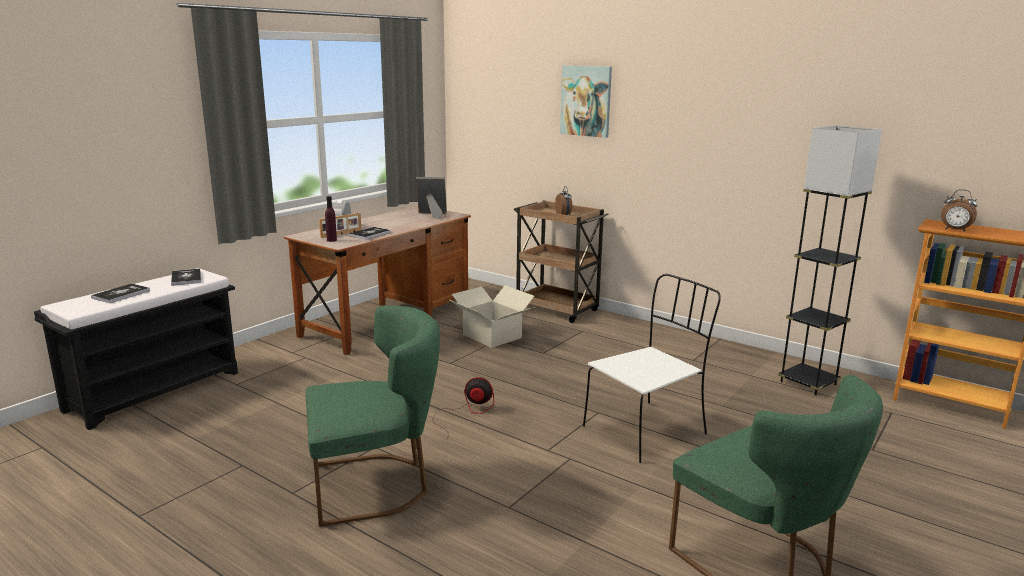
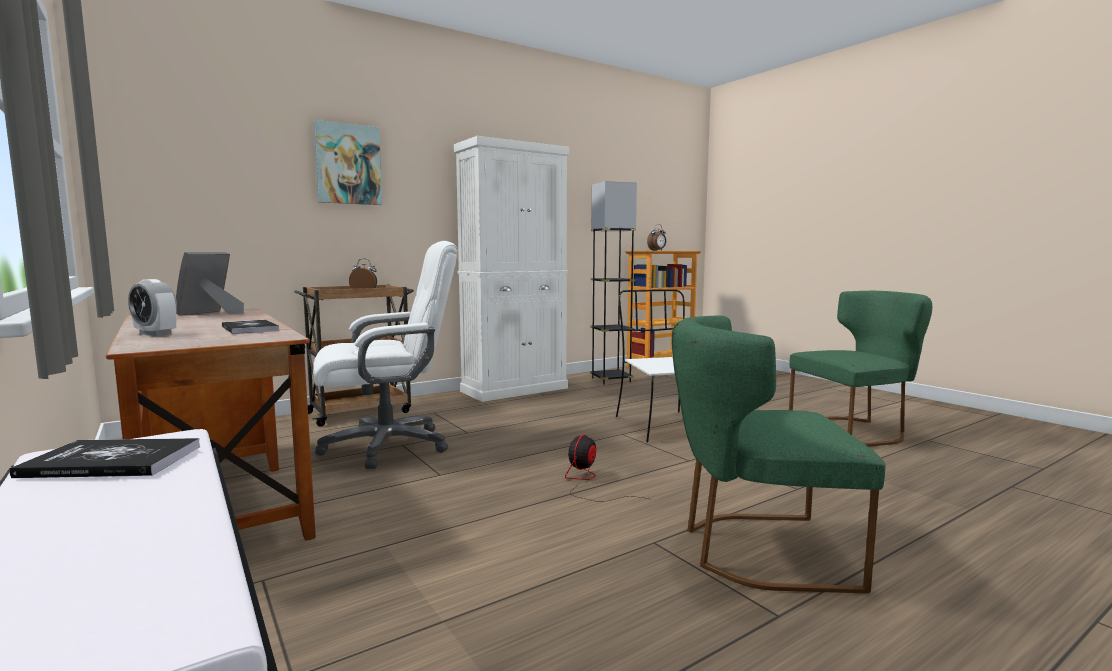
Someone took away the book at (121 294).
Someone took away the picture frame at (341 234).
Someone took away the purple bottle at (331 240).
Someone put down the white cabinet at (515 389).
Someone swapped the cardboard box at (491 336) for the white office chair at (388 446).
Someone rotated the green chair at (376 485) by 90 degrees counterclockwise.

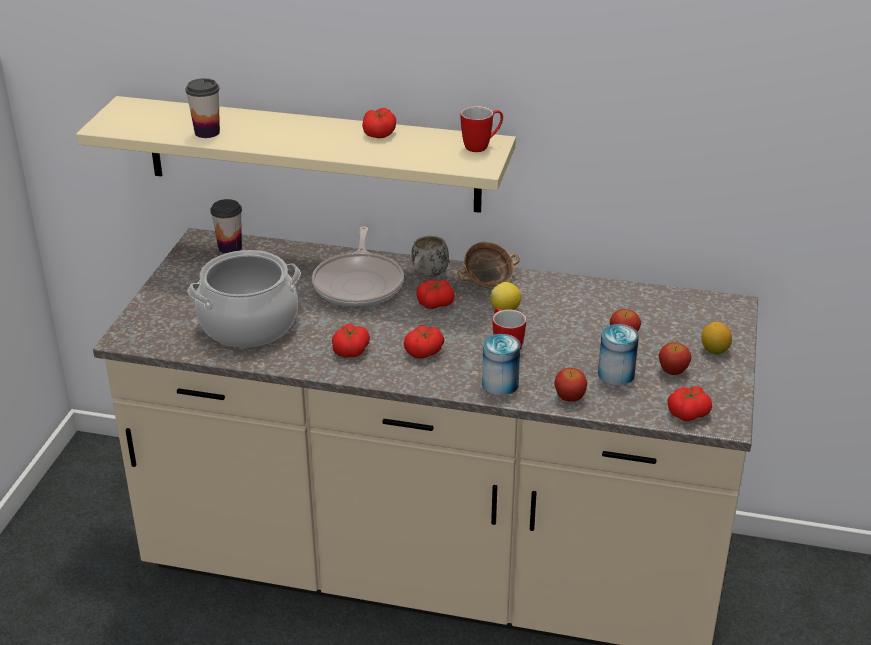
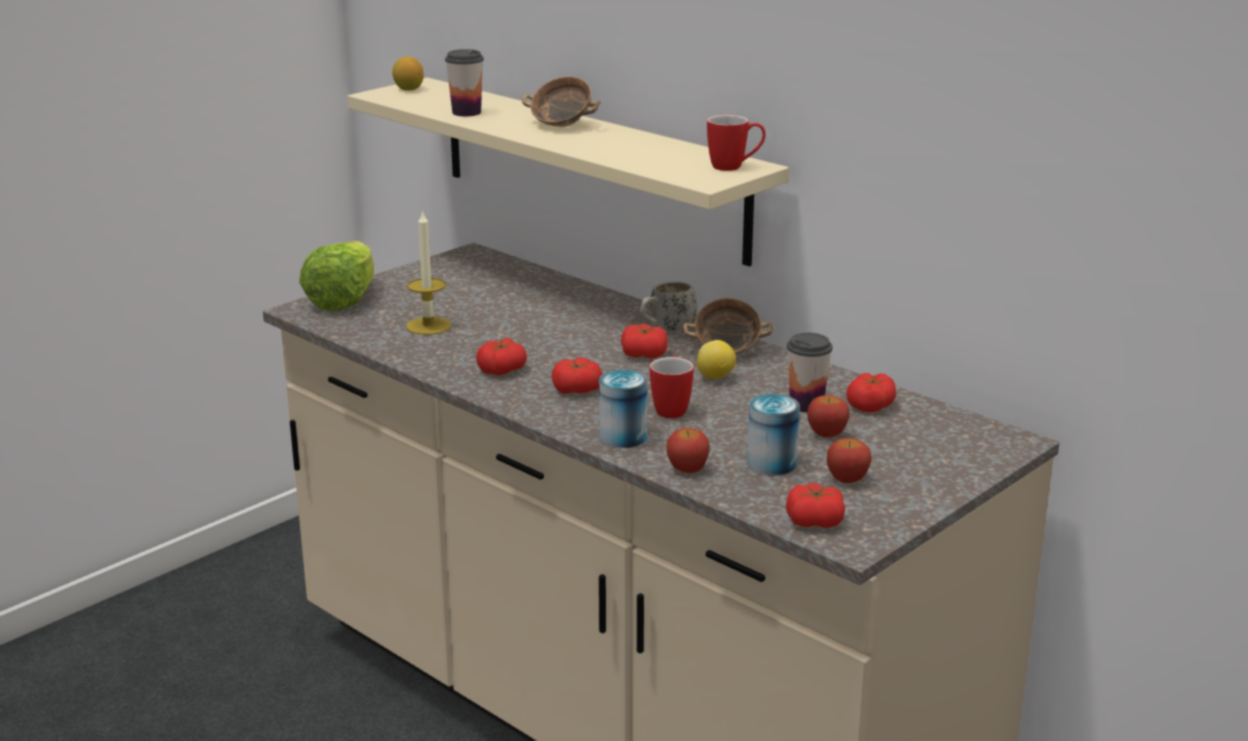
Someone took away the frying pan at (359 284).
Someone put down the lettuce at (343 300).
Someone put down the bowl at (561 125).
Someone carried the cup from (230 248) to (806 405).
Someone carried the tomato from (379 133) to (871 406).
Someone carried the lemon from (714 350) to (408 89).
Someone swapped the cooking pot at (249 324) for the candle at (428 326).

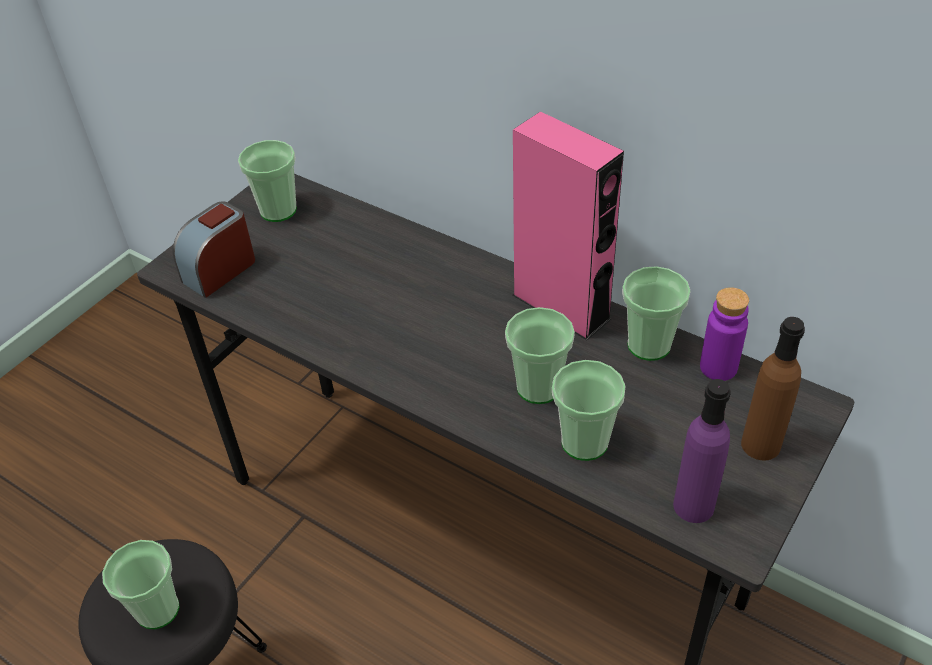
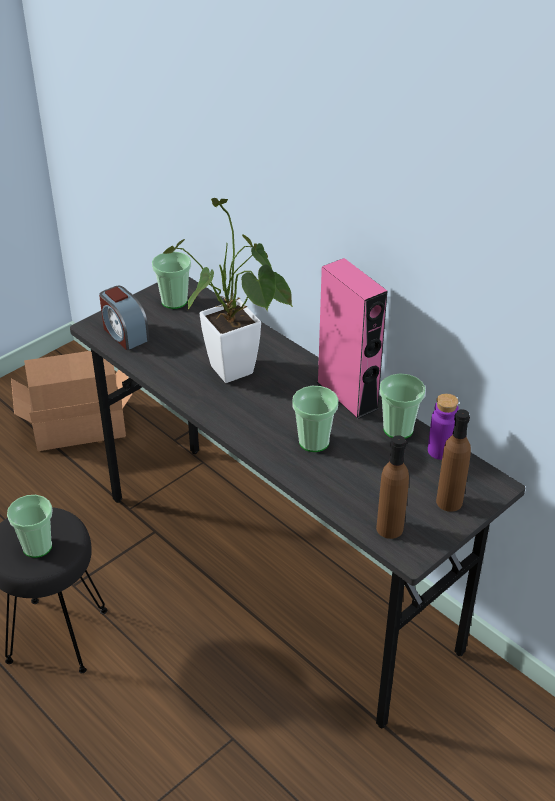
Someone took away the cup at (584 442).
Someone put down the cardboard box at (76 423).
Someone put down the potted plant at (236 376).
Someone repainted the purple bottle at (693 506), which became the brown bottle at (389 528).
Someone rotated the alarm clock at (220 270) by 90 degrees counterclockwise.

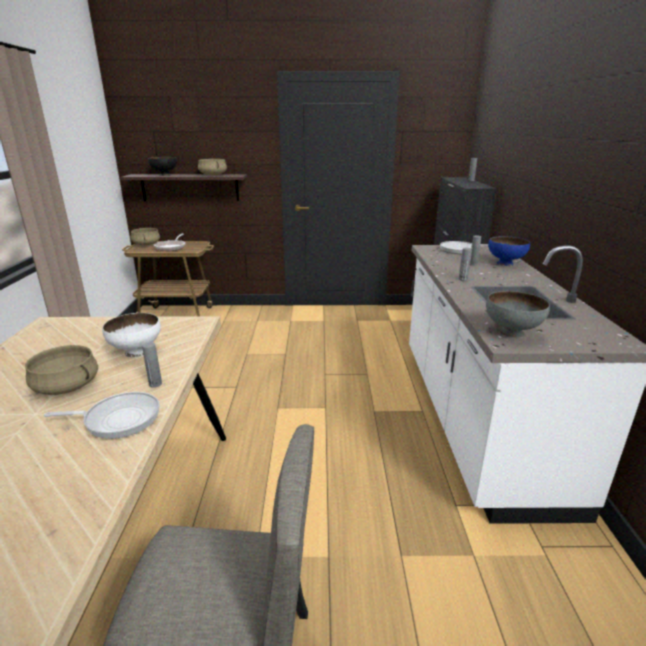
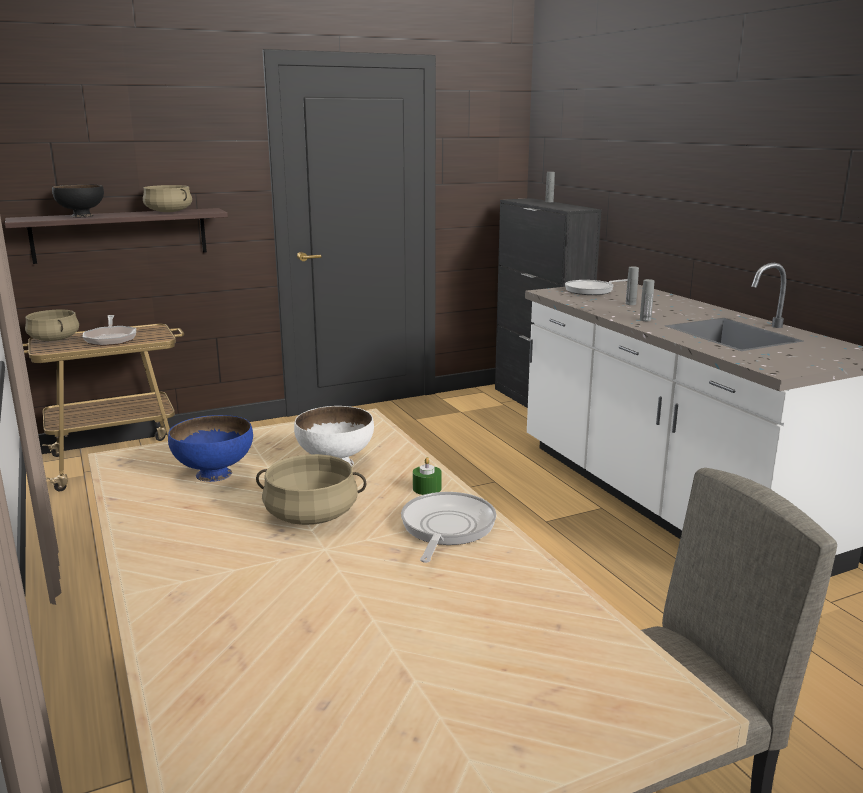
Someone took away the grey bowl at (511 333).
Someone carried the blue bowl from (505 263) to (214 475).
Someone swapped the grey bottle at (155 384) for the green candle at (427 488).
Someone rotated the frying pan at (118 419) by 45 degrees counterclockwise.

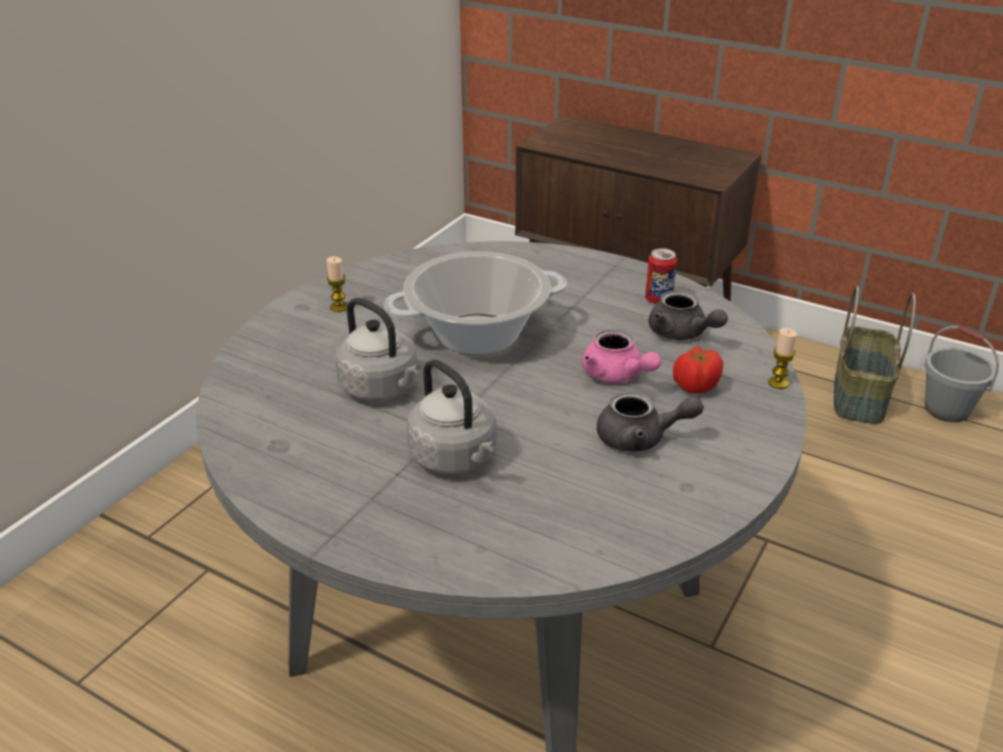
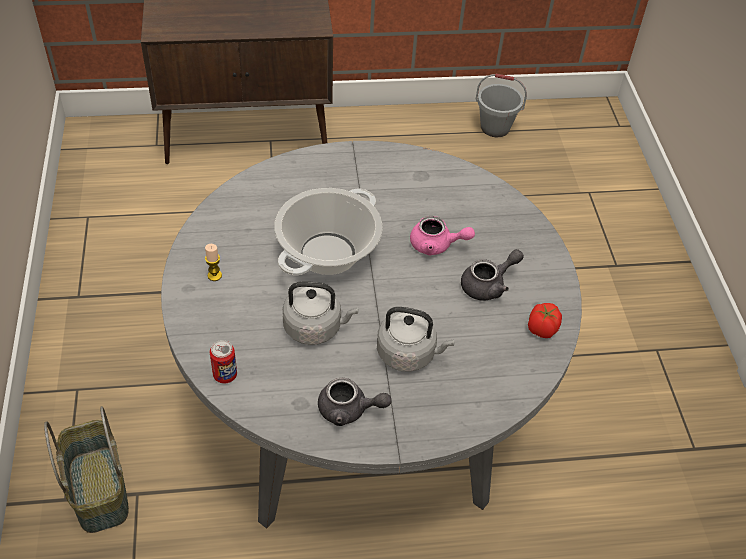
Someone took away the candle at (778 383).
Someone carried the can from (658 300) to (225 375).
Someone carried the grey teapot from (682 334) to (349 410).
Someone carried the tomato from (695 386) to (541 329).
Someone carried the basket from (857 396) to (97 489).

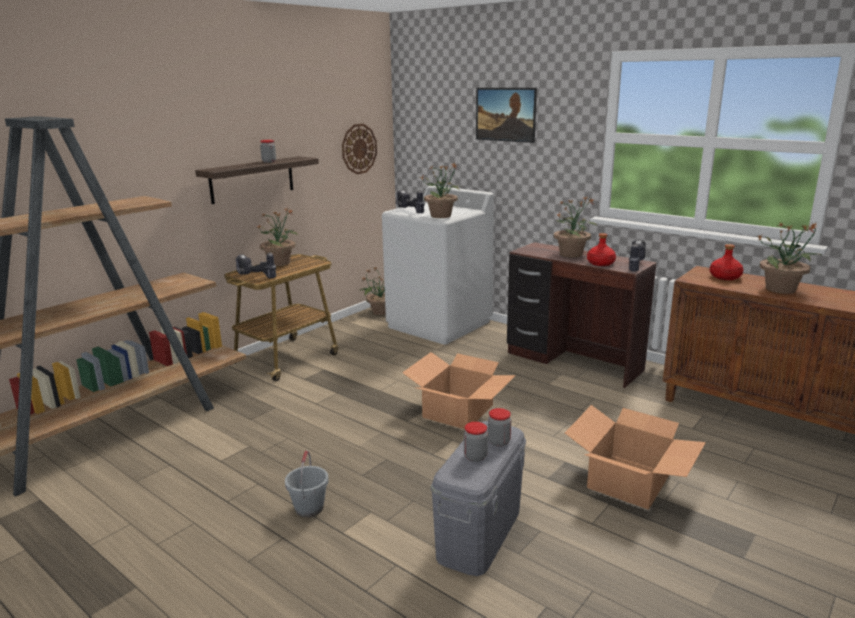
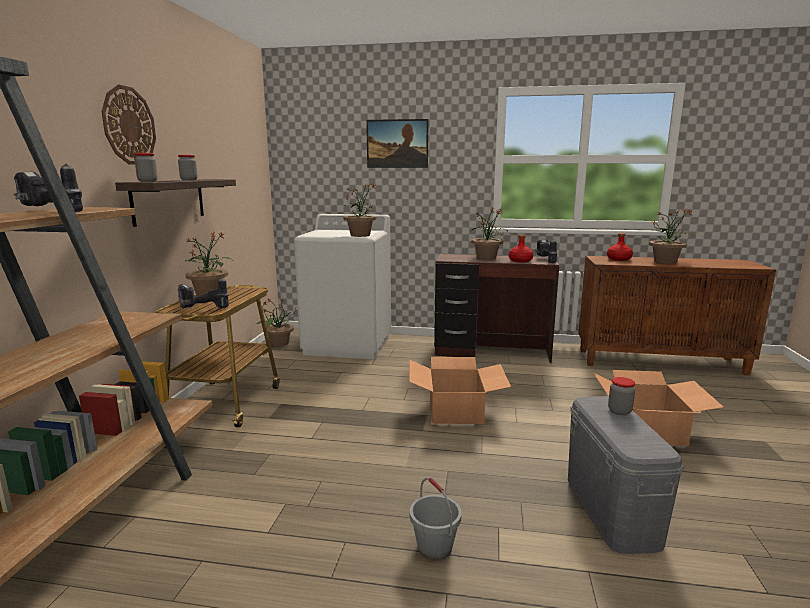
Someone carried the wall clock from (359 149) to (129 126).
Someone carried the power drill from (409 211) to (50 211).
Someone carried the jar from (475 456) to (147 181).

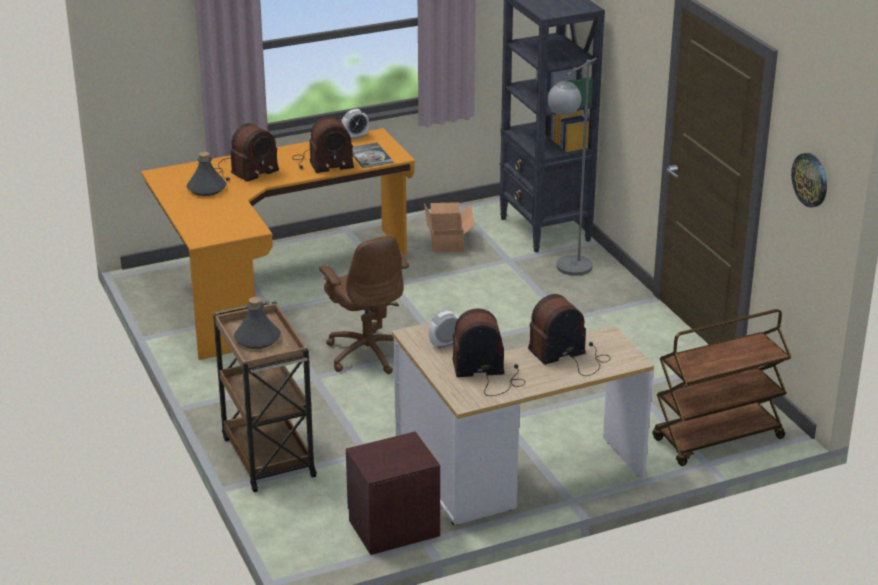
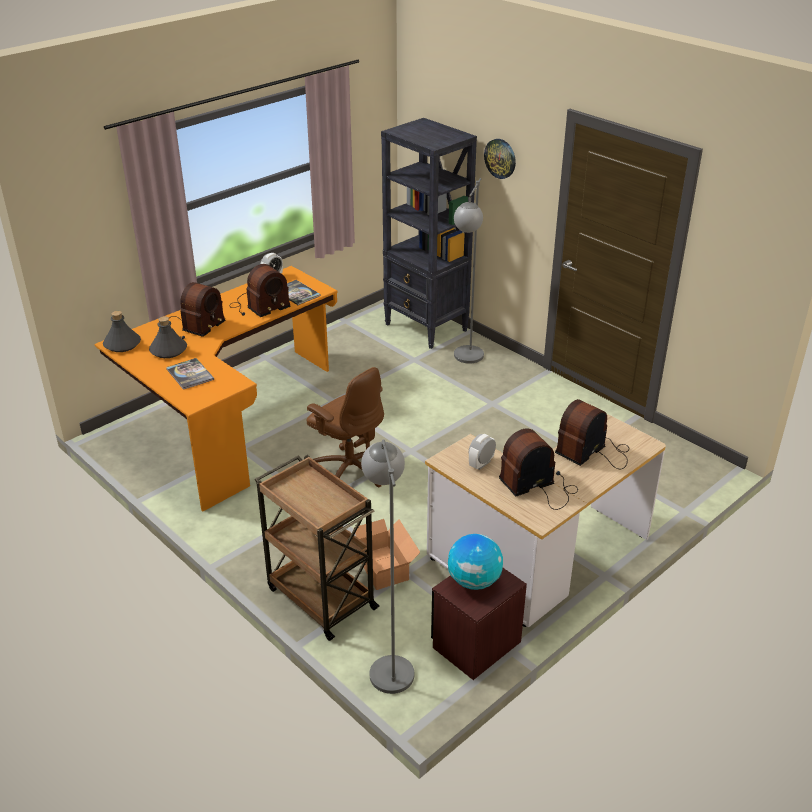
Someone took away the brown cart at (717 440).
Someone put down the book at (190 374).
Someone put down the grey floor lamp at (389 662).
Someone put down the globe at (474 581).
Someone carried the grey bottle from (257 339) to (122 344).
Someone carried the cardboard box from (448 240) to (384 566).
Someone carried the wall clock from (810 179) to (500 158).

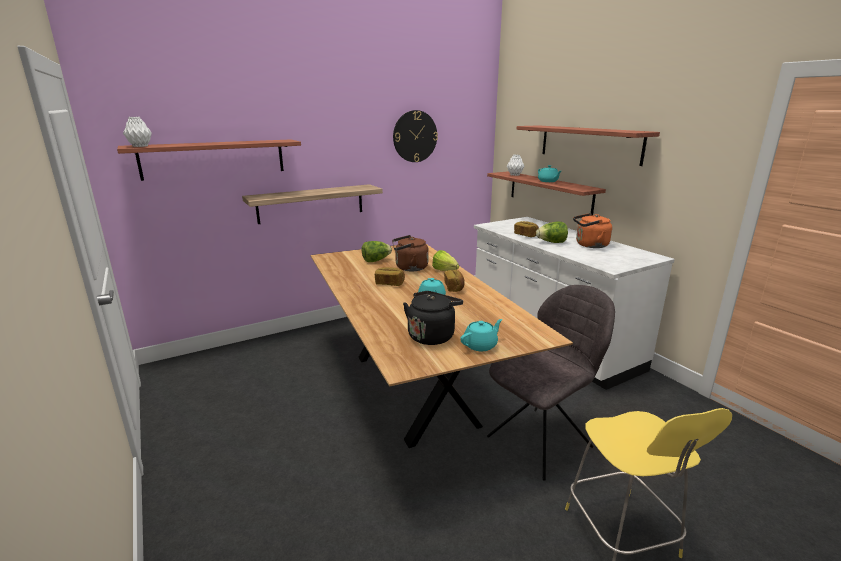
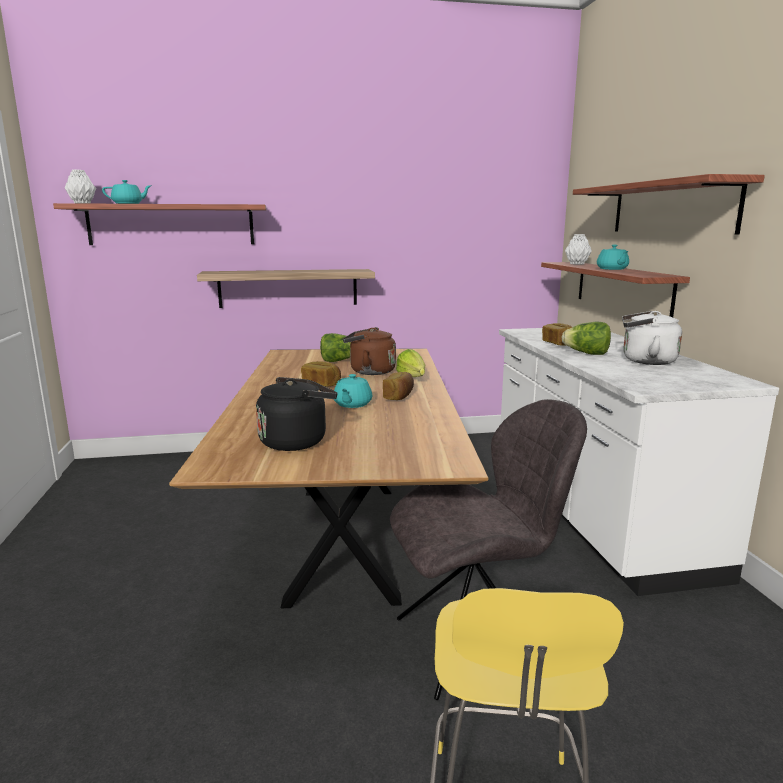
Someone took away the wall clock at (415 136).
Someone carried the turquoise teapot from (480 345) to (128 204).
Someone repainted the orange kettle at (589 245), which became the white kettle at (645 361).

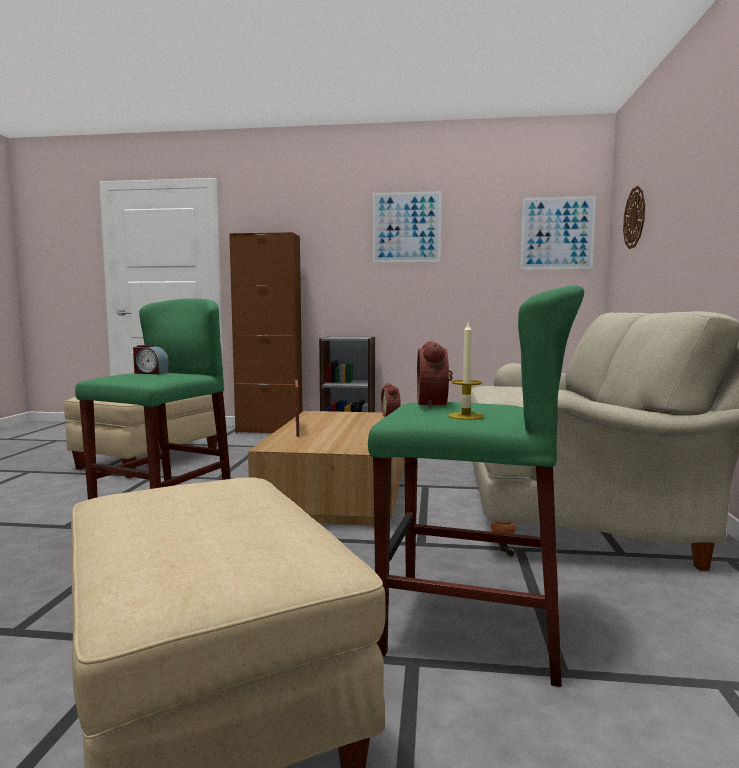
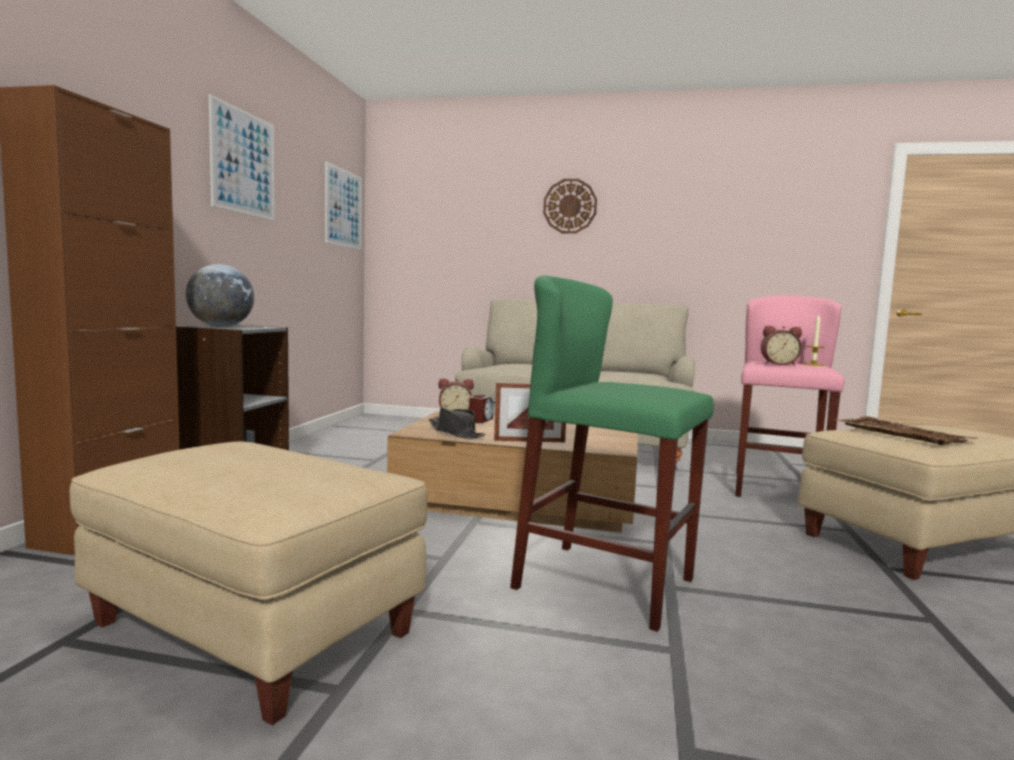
Someone put down the globe at (221 327).
Someone put down the black hat at (456 433).
Someone put down the brown tray at (900 433).
Someone carried the alarm clock from (150 373) to (480 420).
Someone carried the wall clock from (635 217) to (570 206).
Someone repainted the green stool at (471 628), which became the pink stool at (777 489).

